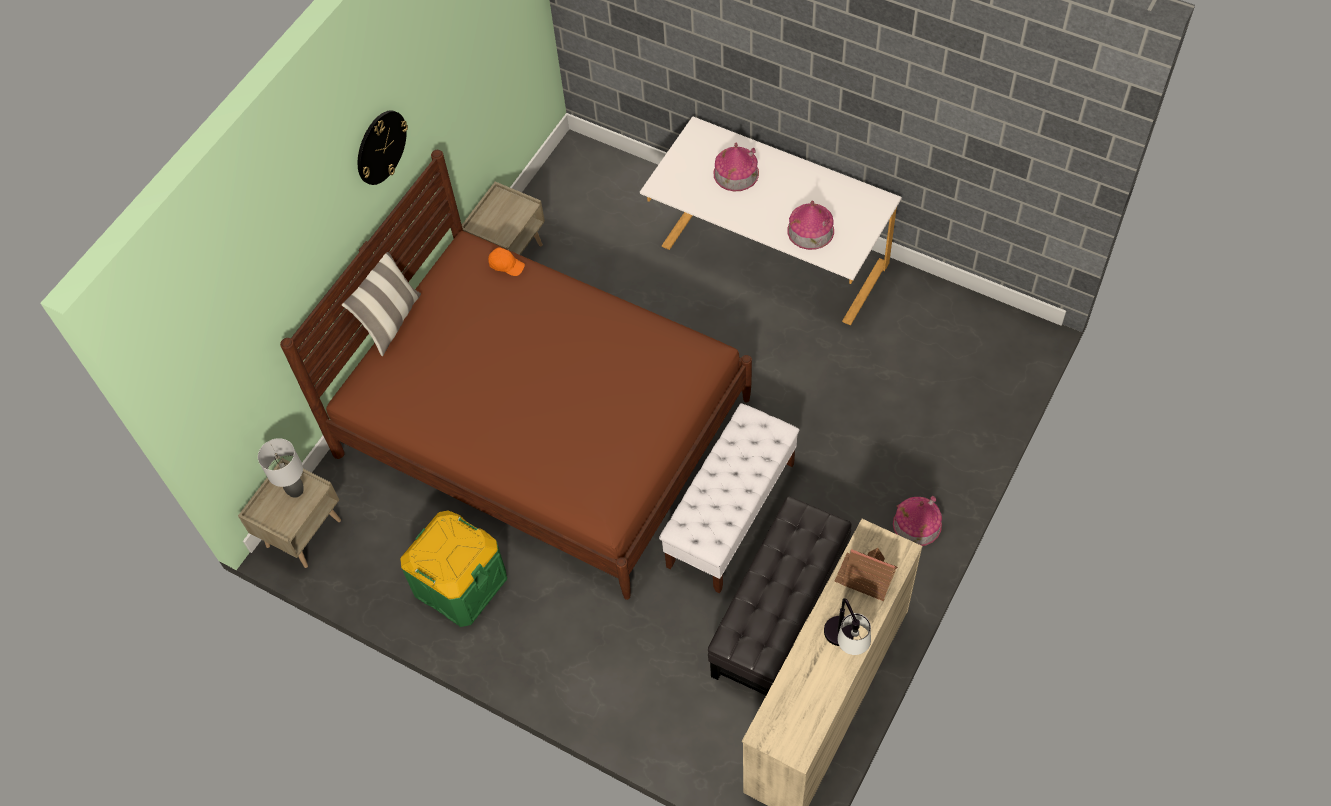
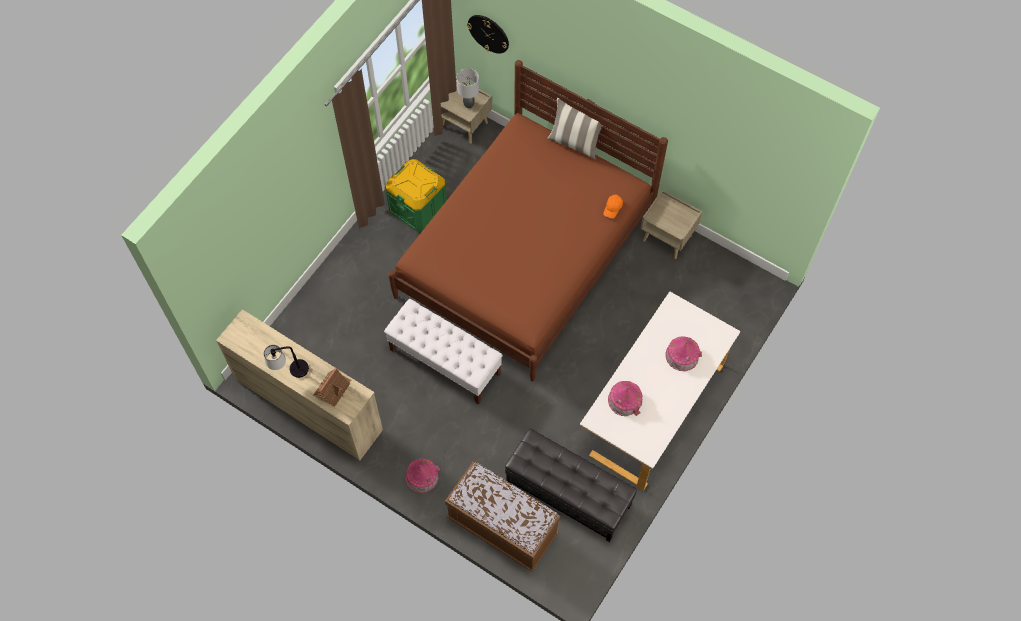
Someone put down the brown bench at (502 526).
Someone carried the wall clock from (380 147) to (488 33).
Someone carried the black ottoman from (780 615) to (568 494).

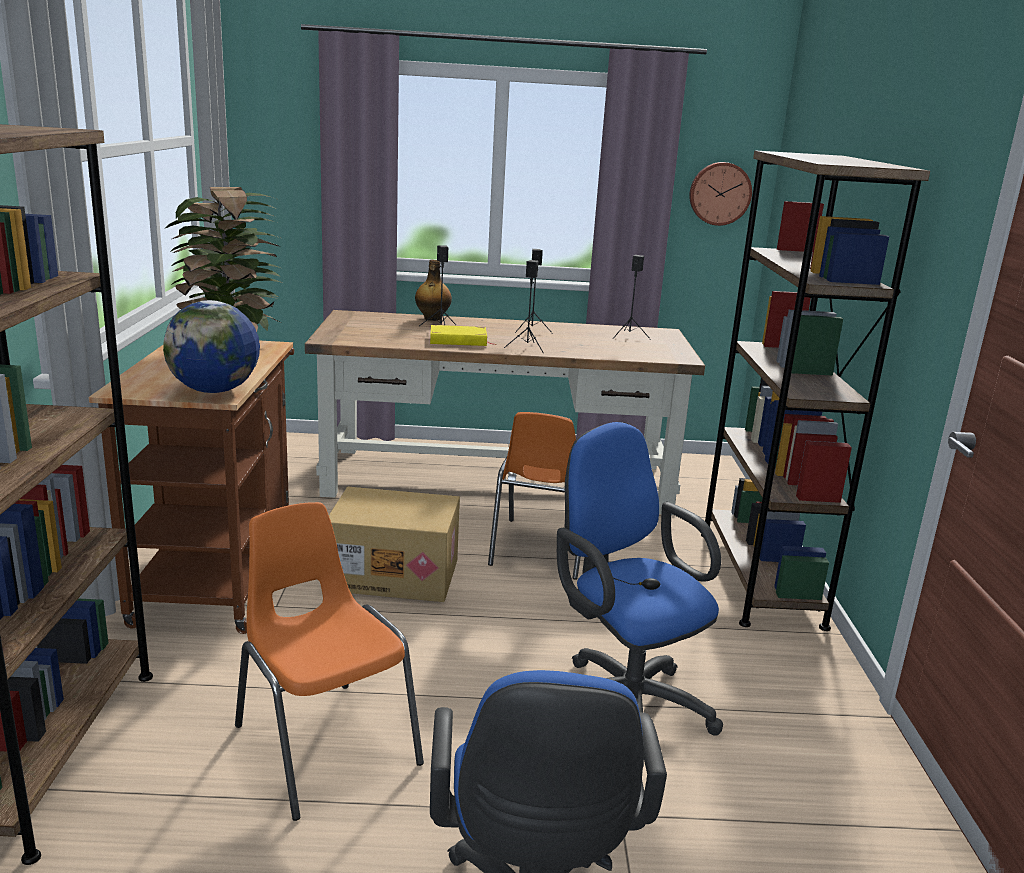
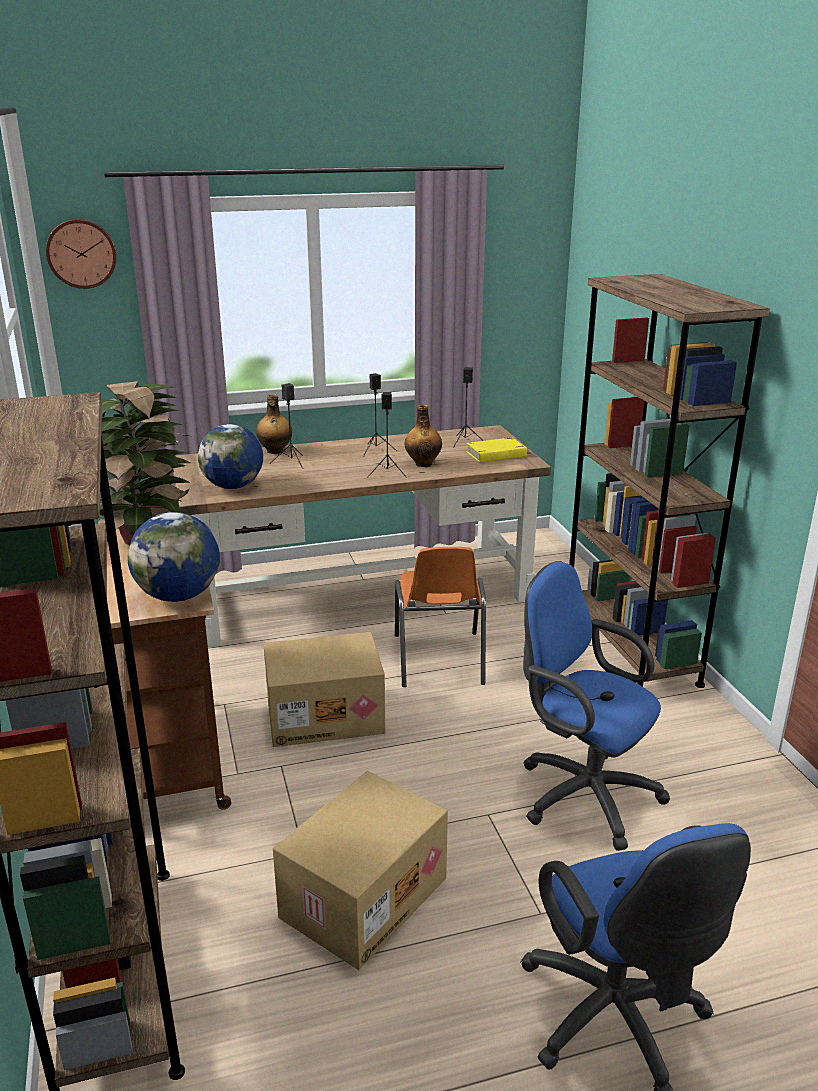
Someone put down the globe at (233 486).
Someone put down the bottle at (423 463).
Someone carried the yellow book from (458 340) to (496 454).
Someone carried the wall clock from (719 193) to (81 253).
Someone swapped the orange chair at (325 743) for the cardboard box at (363 895).

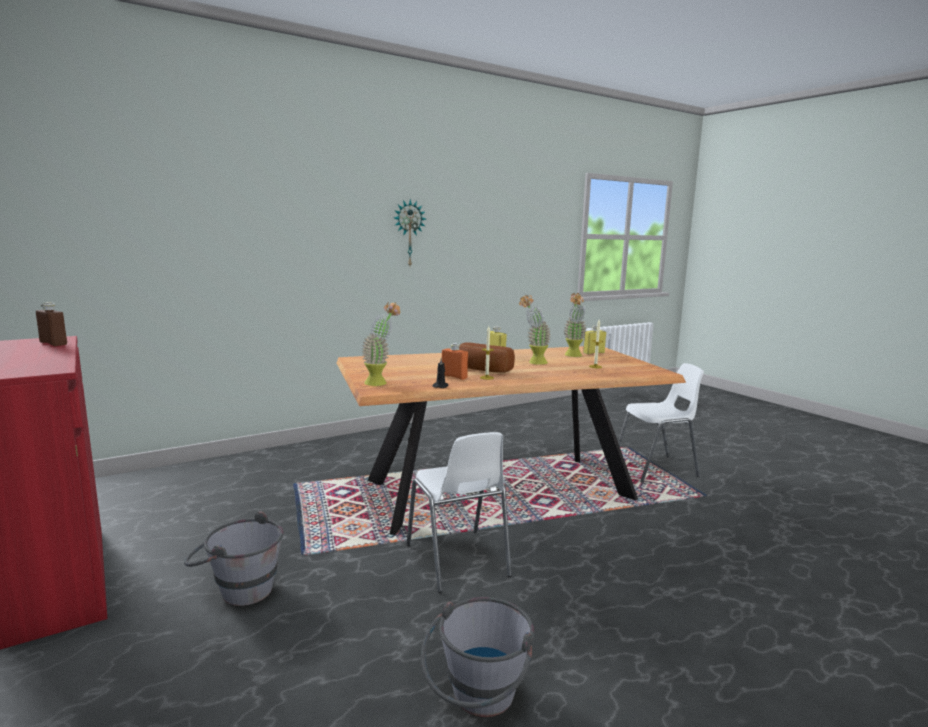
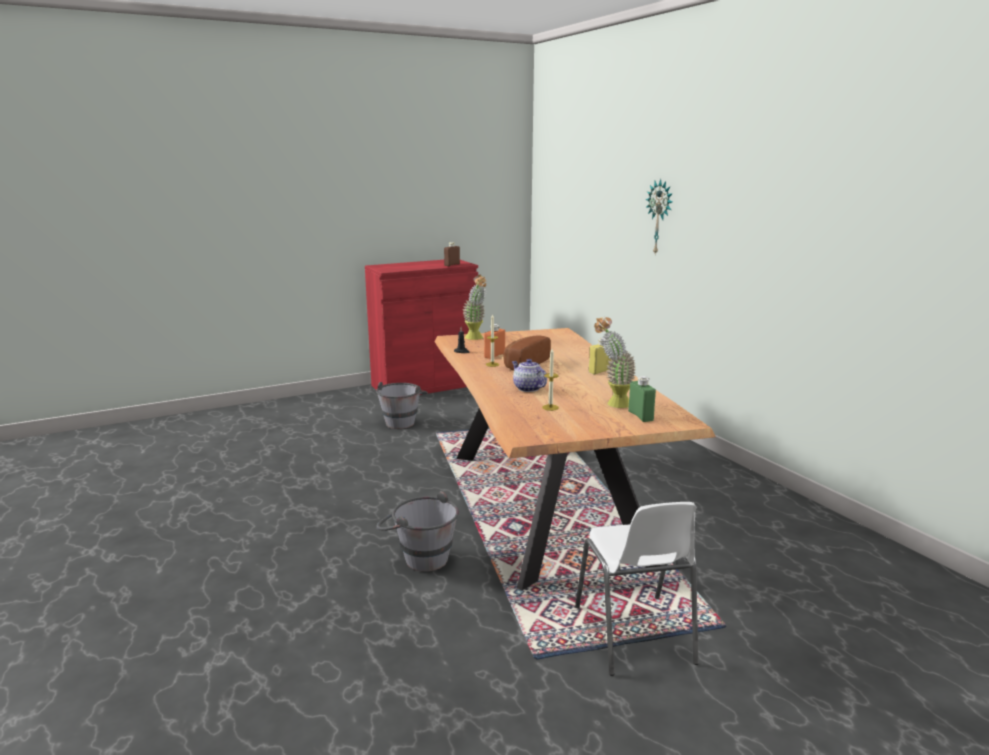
Someone took away the white chair at (457 560).
Someone took away the potted plant at (533 363).
Someone put down the teapot at (527 388).
Someone carried the wall clock from (408 233) to (660 217).
Someone carried the grey bucket from (478 702) to (419 557).
Someone repainted the yellow bottle at (593 353), which became the green bottle at (640 416).

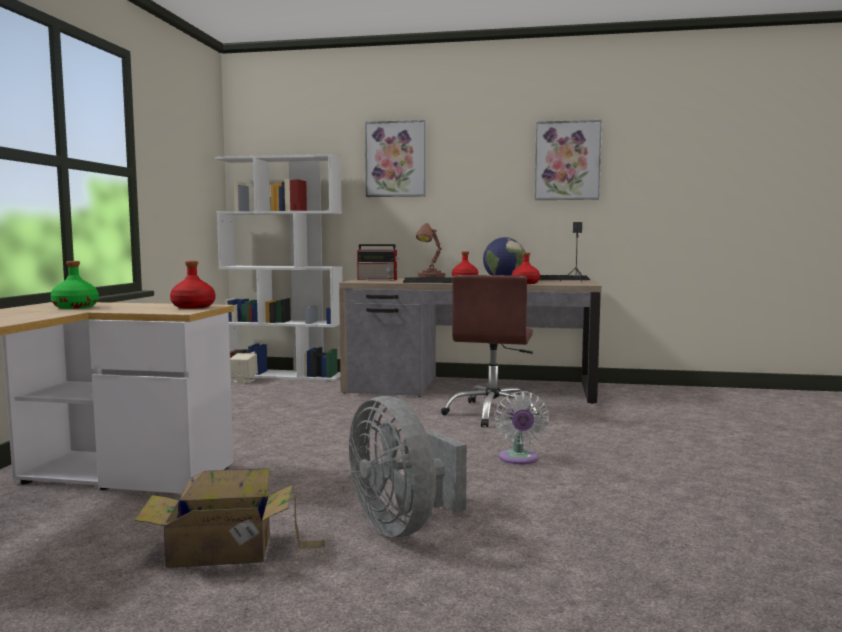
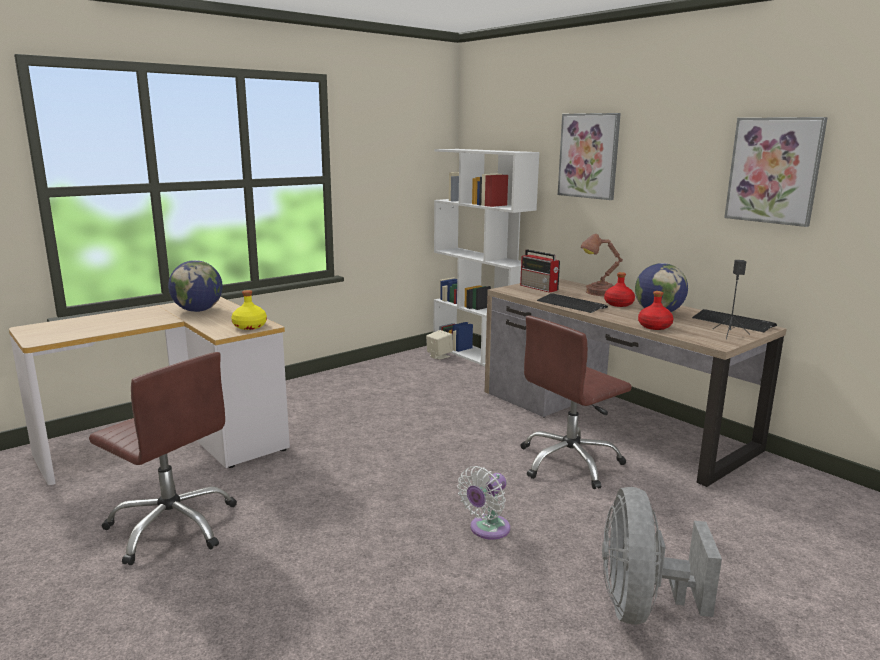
Someone carried the grey fan from (402 525) to (641 606).
Someone swapped the green bottle at (76 307) for the globe at (198 310).
Someone swapped the cardboard box at (225 550) for the brown office chair at (172 526).
Someone repainted the red bottle at (193 307), which became the yellow bottle at (249 326).

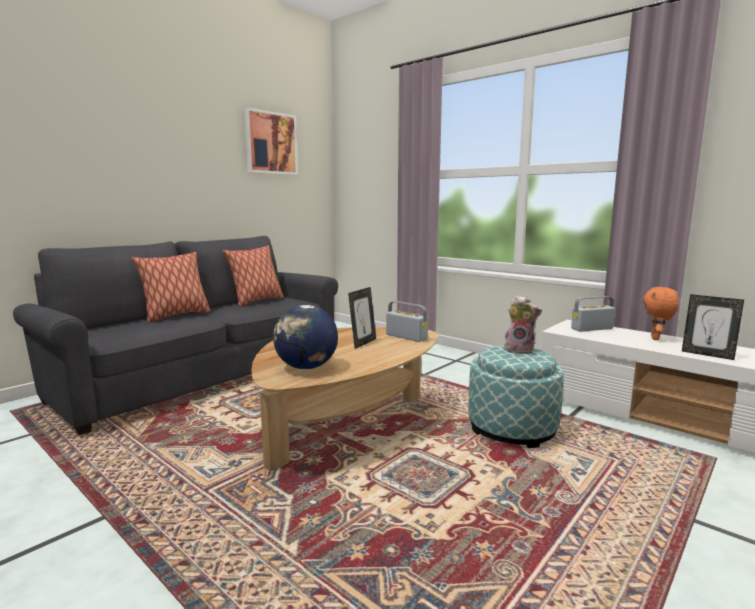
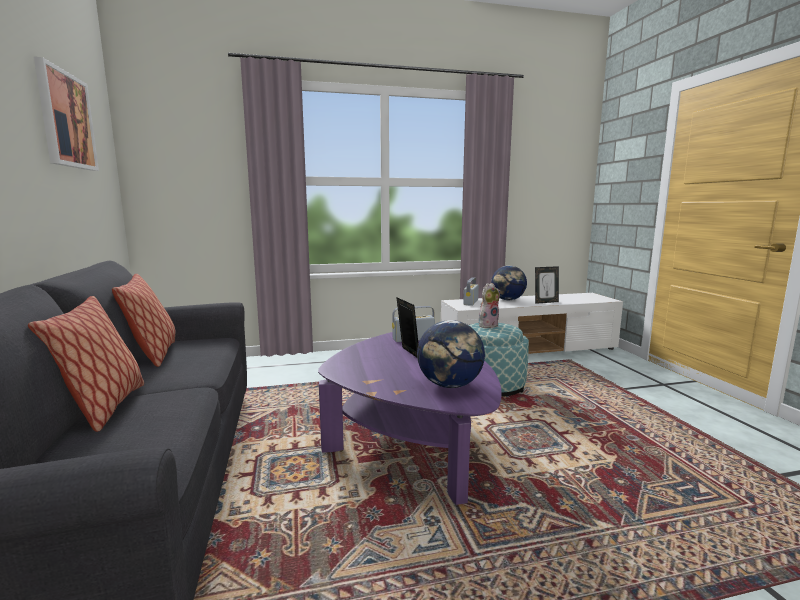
Someone swapped the orange plush toy at (656 338) for the globe at (508 300).
Someone repainted the brown coffee table at (345 424), which became the purple coffee table at (411 439).

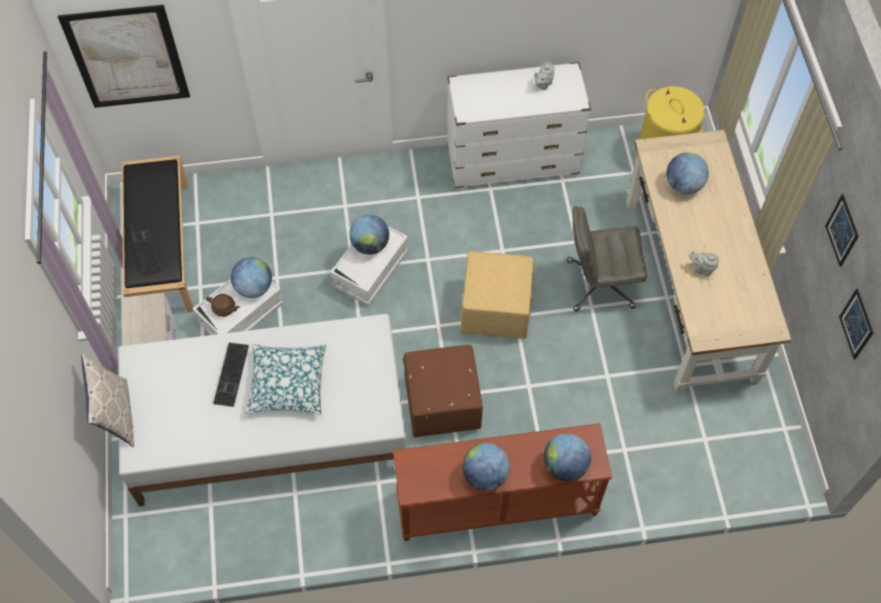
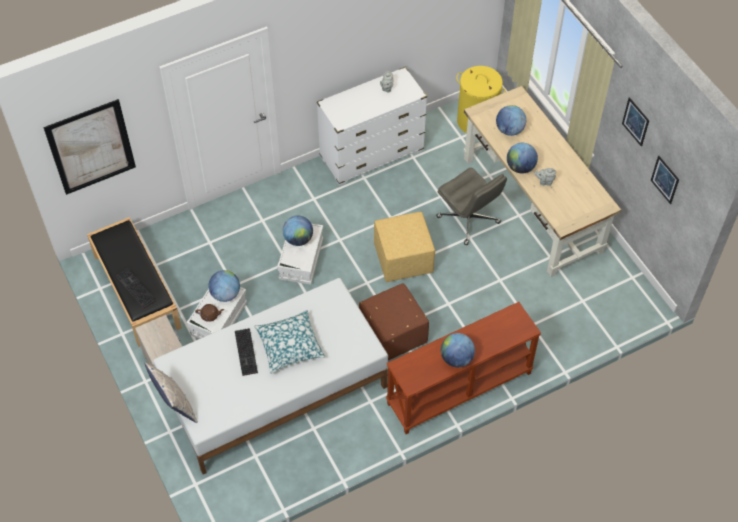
Someone carried the globe from (565 466) to (520 167).
Someone rotated the grey office chair at (599 284) by 105 degrees counterclockwise.

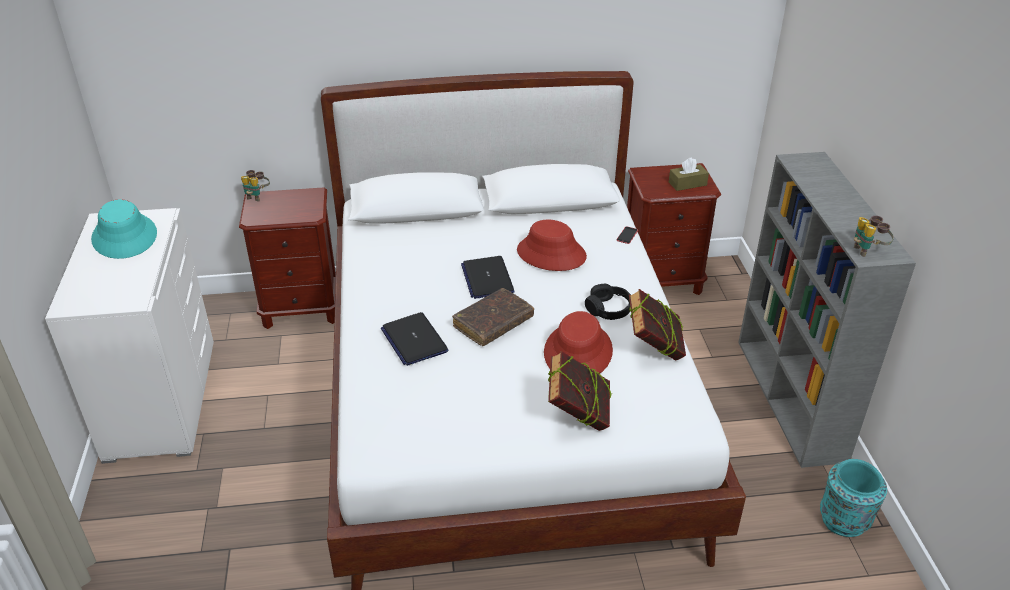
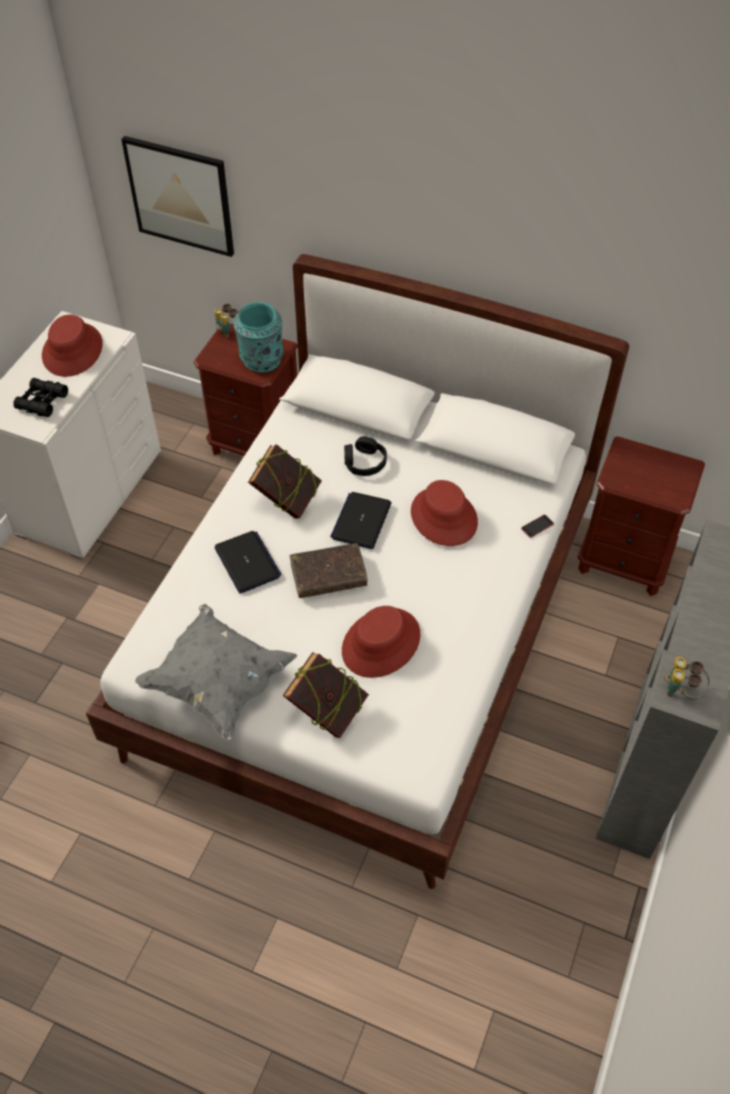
Someone took away the brown tissue box at (687 184).
Someone put down the black binoculars at (42 402).
Someone put up the picture at (180 196).
Someone put down the grey pillow at (218 683).
Someone carried the black headphones from (608 309) to (364 462).
Someone carried the book from (654 350) to (287 501).
Someone carried the turquoise vase from (844 521) to (261 360).
Someone repainted the turquoise hat at (125 236), which became the red hat at (73 350).
Someone rotated the laptop at (414 340) by 150 degrees clockwise.

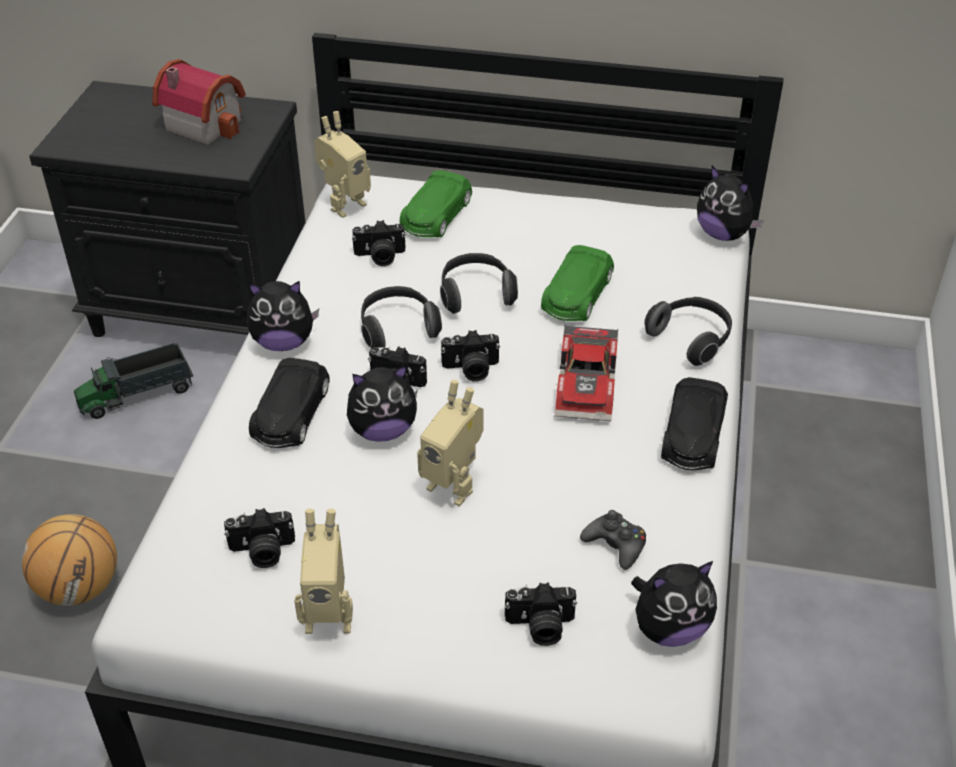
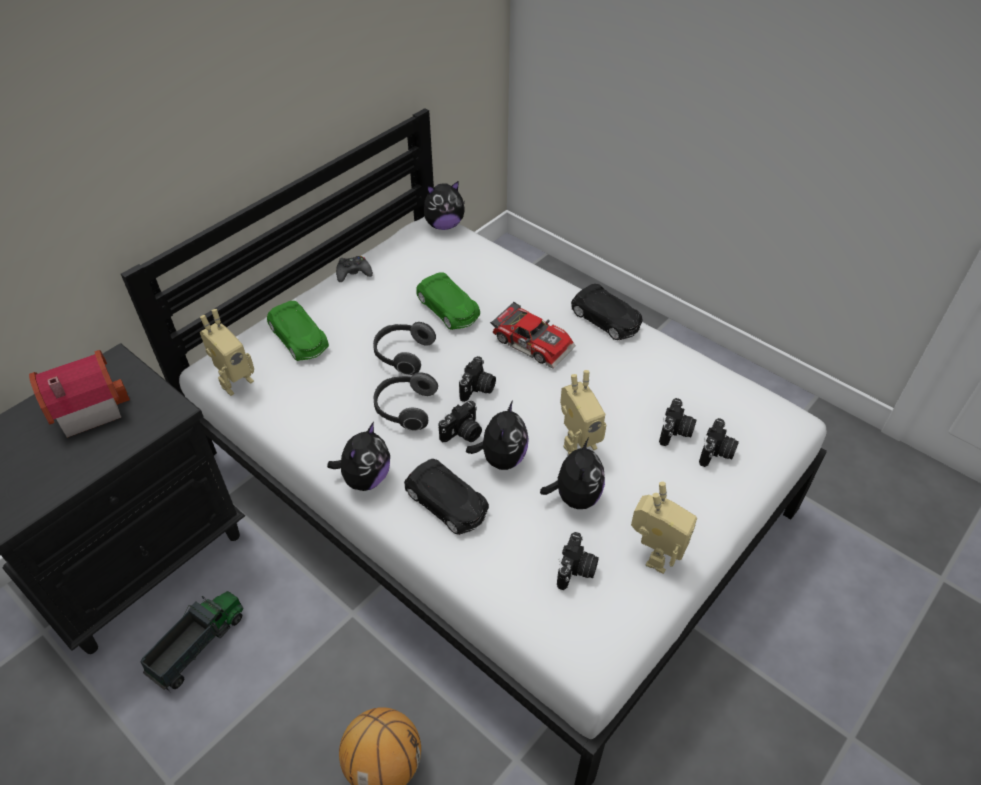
Someone took away the headphones at (691 339).
Someone carried the photo camera from (380 256) to (676 432).
Someone carried the black game controller from (615 545) to (353 273).
Someone carried the plush toy from (669 628) to (575 496).
Someone rotated the toy truck at (137 395) by 150 degrees counterclockwise.
Someone rotated the toy robot at (344 205) by 60 degrees clockwise.

